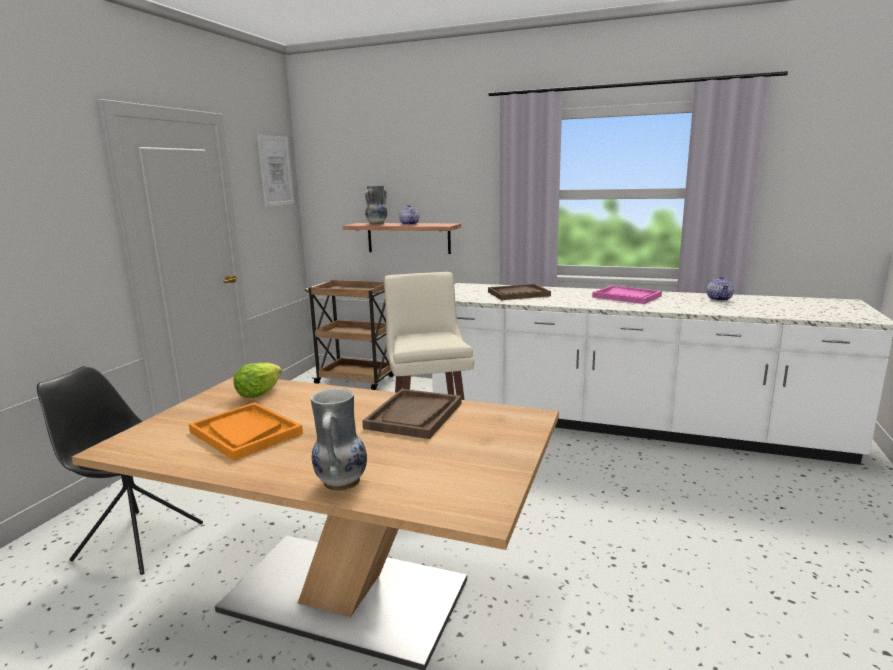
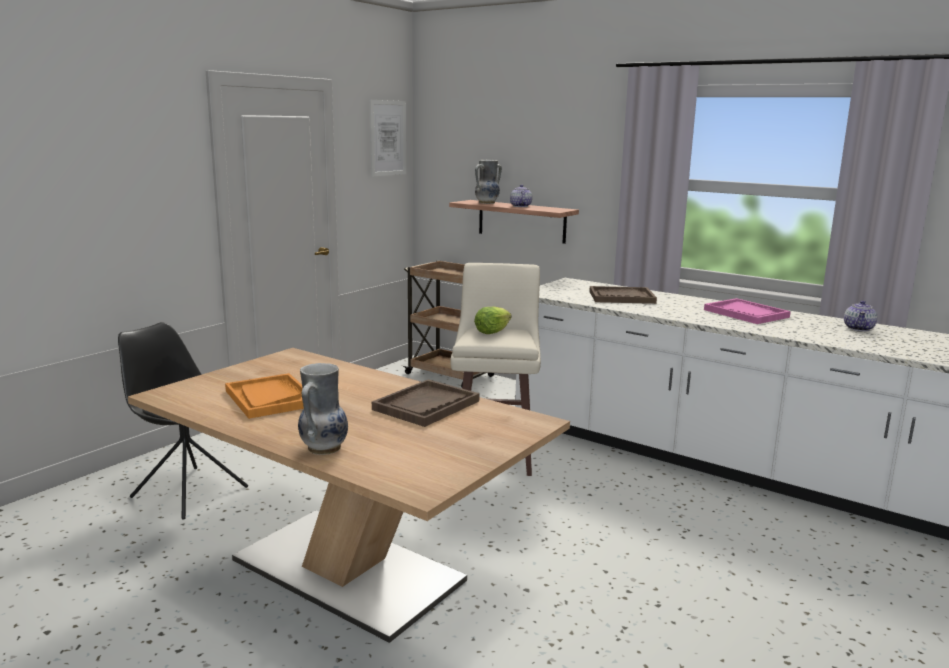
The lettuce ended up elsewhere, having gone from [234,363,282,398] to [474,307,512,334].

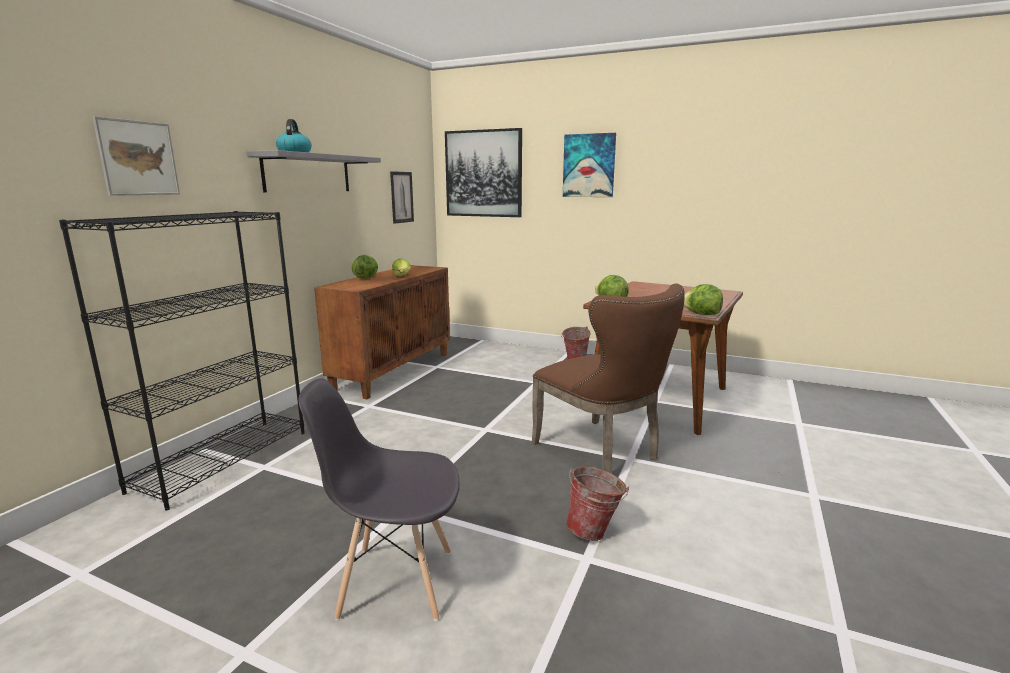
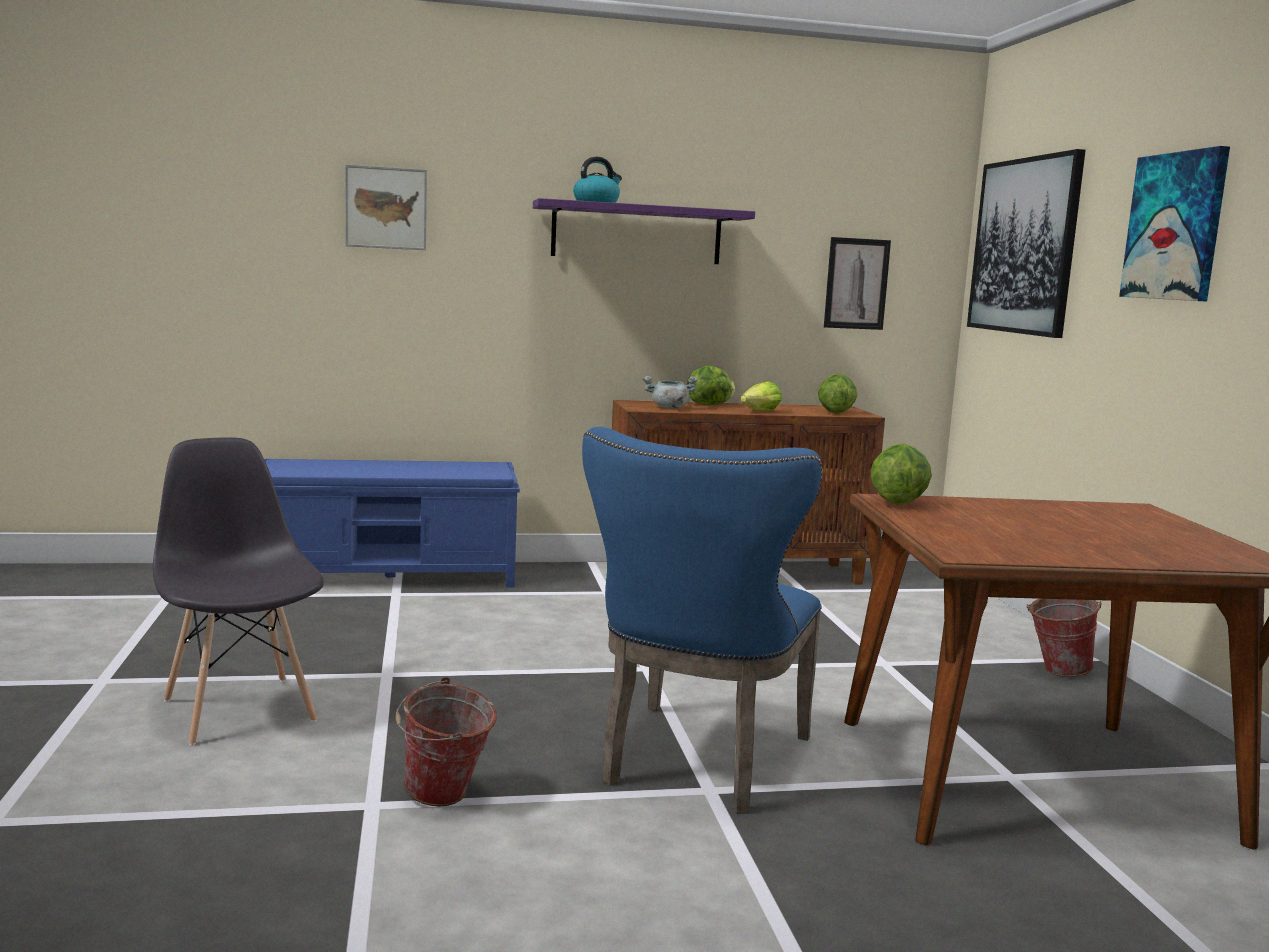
The second view gained the grey cooking pot at [643,376,698,409]. The lettuce ended up elsewhere, having gone from [684,284,723,315] to [818,374,857,414]. Where the black bookcase stood at [59,211,305,511], the blue bench came to stand at [264,459,520,588]. What was the grey shelf at [247,150,381,192] turned into the purple shelf at [533,198,755,264]. What was the brown chair at [532,283,685,473] turned into the blue chair at [582,427,822,814].

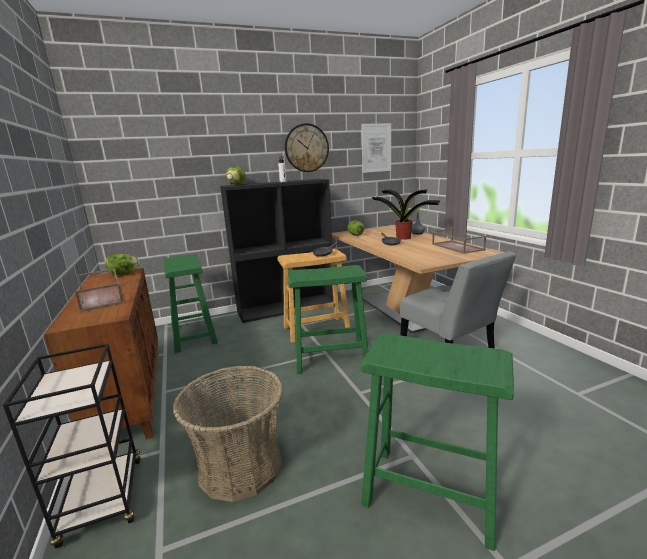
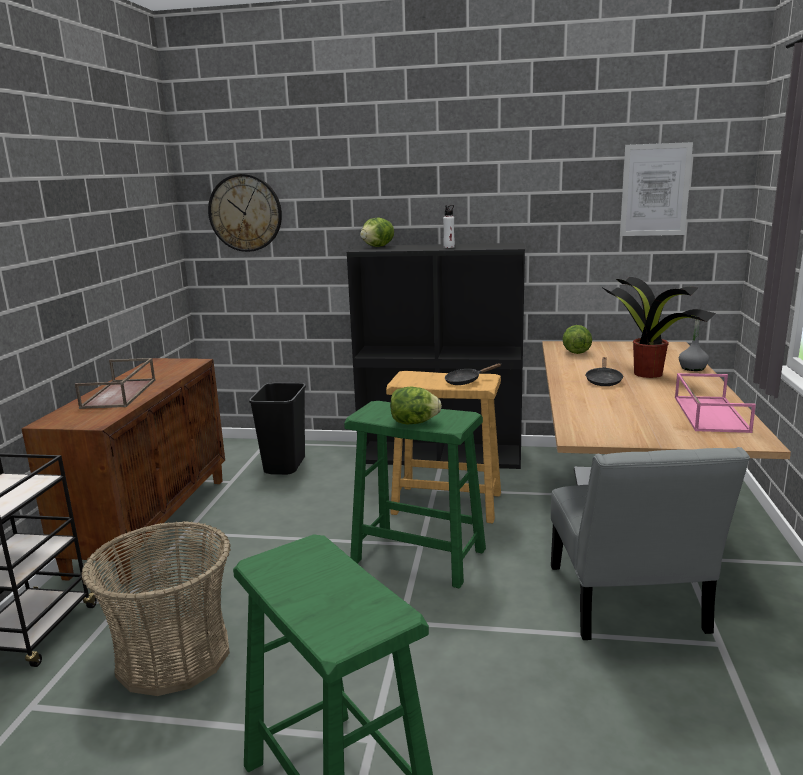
The lettuce ended up elsewhere, having gone from [106,254,139,276] to [390,387,442,424]. The wall clock ended up elsewhere, having gone from [285,123,329,172] to [208,174,282,252]. Where the green stool stood at [163,254,218,353], the black trash can came to stand at [249,383,306,475]. What was the brown tray at [432,229,486,254] turned into the pink tray at [675,373,756,433].

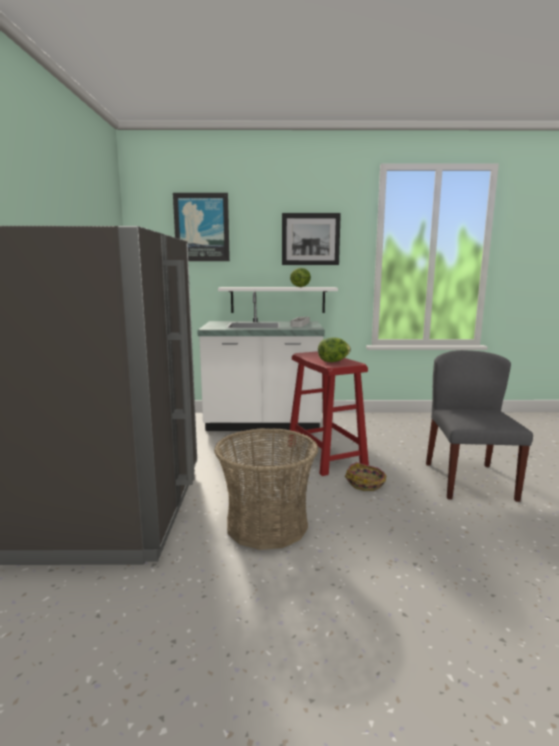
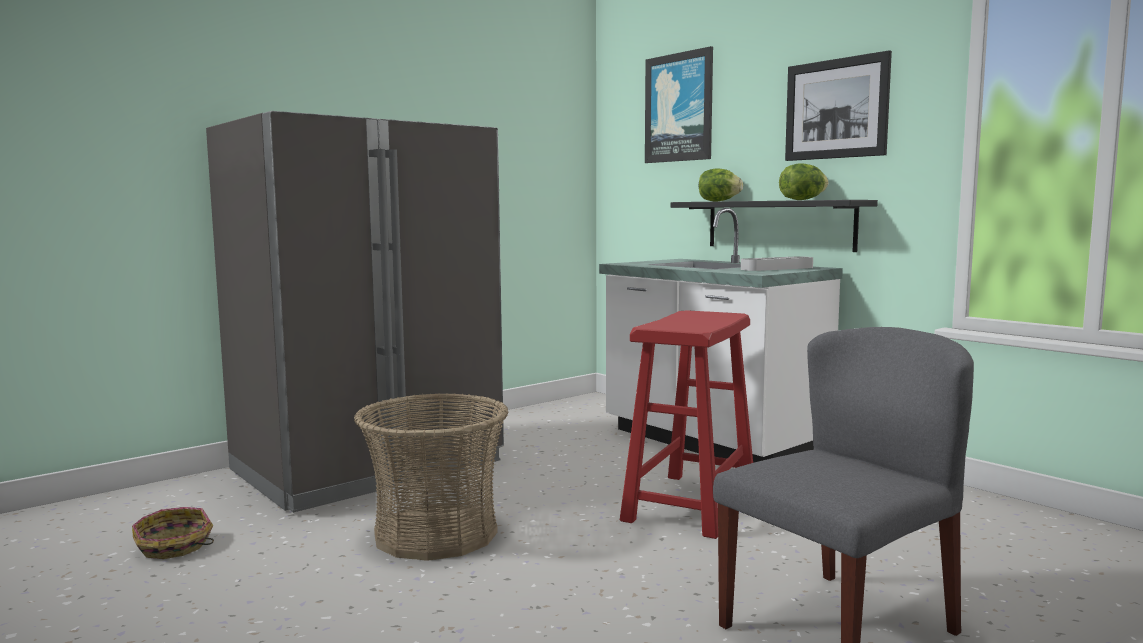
The lettuce ended up elsewhere, having gone from [318,337,351,362] to [699,169,743,201]. The basket ended up elsewhere, having gone from [345,462,386,491] to [132,507,214,559]. What was the white shelf at [218,287,338,313] turned into the black shelf at [671,200,878,252].

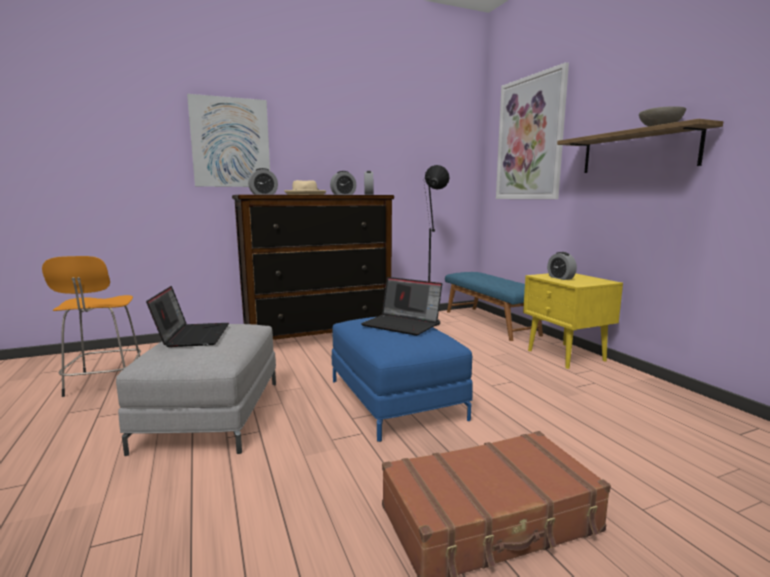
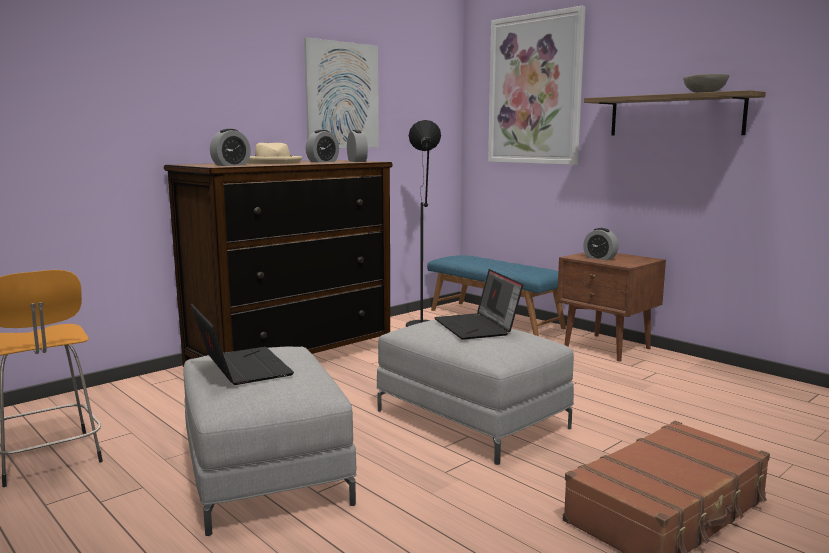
The picture ended up elsewhere, having gone from [187,94,270,187] to [304,37,379,148]. What was the blue ottoman at [332,317,473,442] turned into the grey ottoman at [377,320,574,465]. What was the yellow nightstand at [523,273,623,369] turned into the brown nightstand at [557,252,666,361]. The laptop at [361,277,442,336] ended up facing another way, 60 degrees clockwise from before.

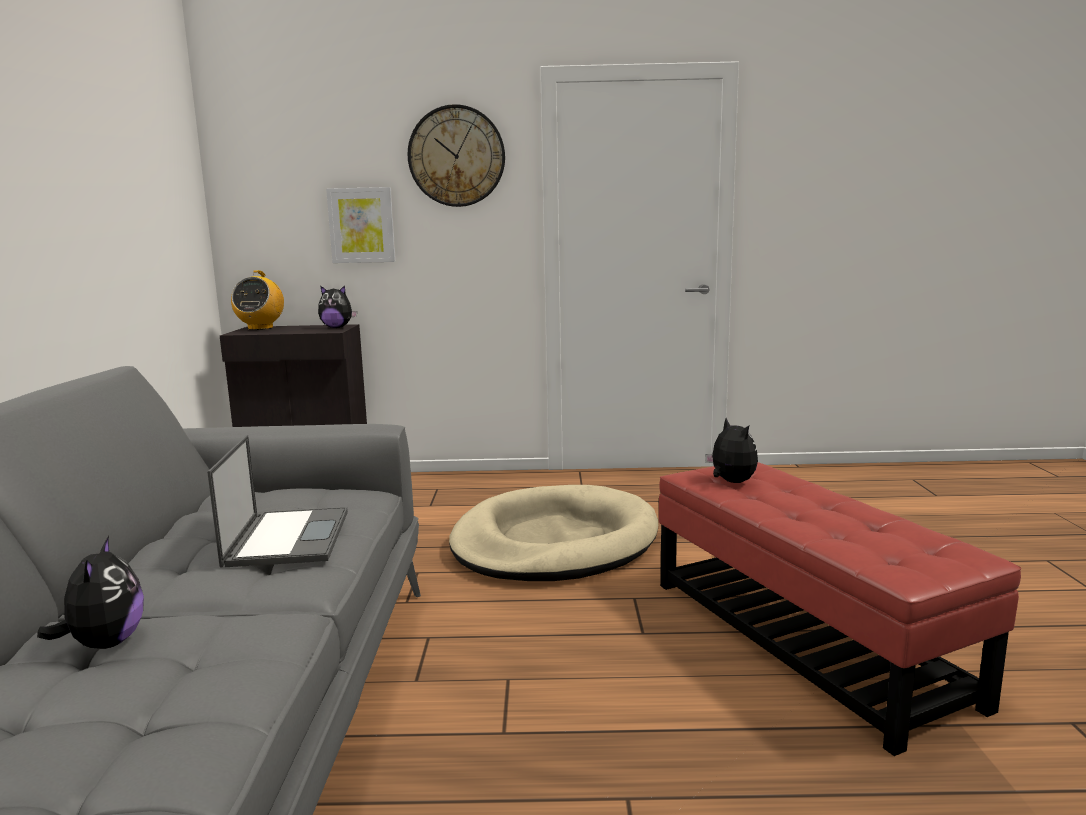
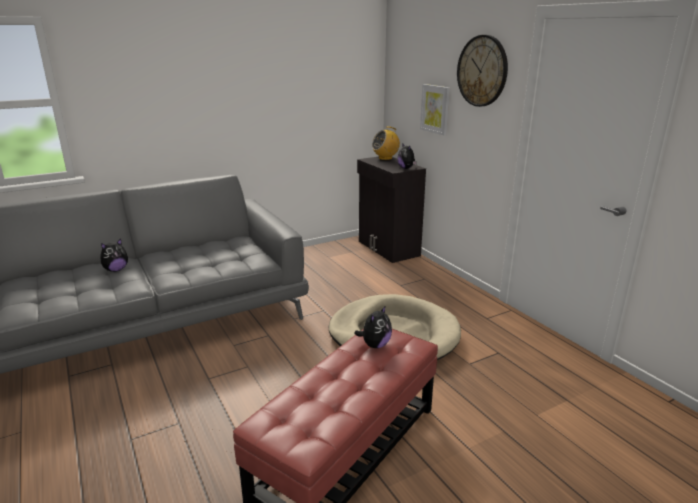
The second view lost the laptop at [207,435,348,568].

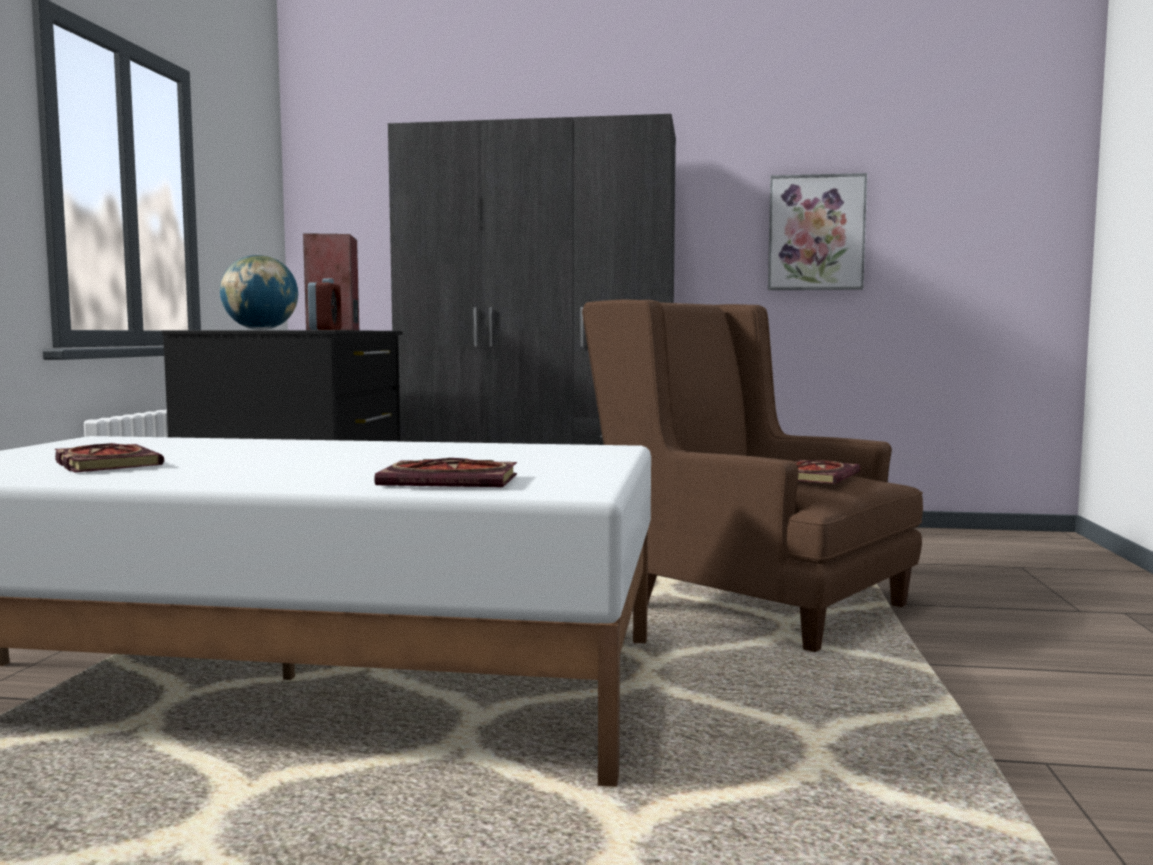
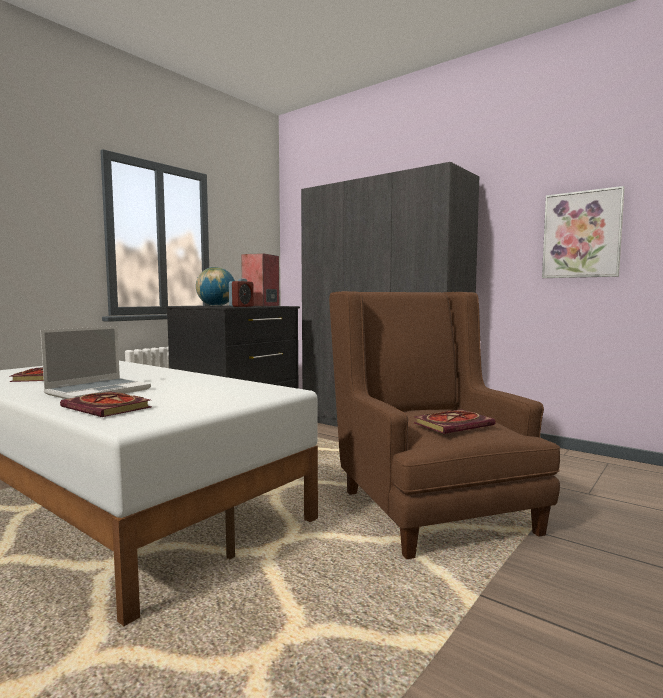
The second view gained the laptop at [40,326,151,399].

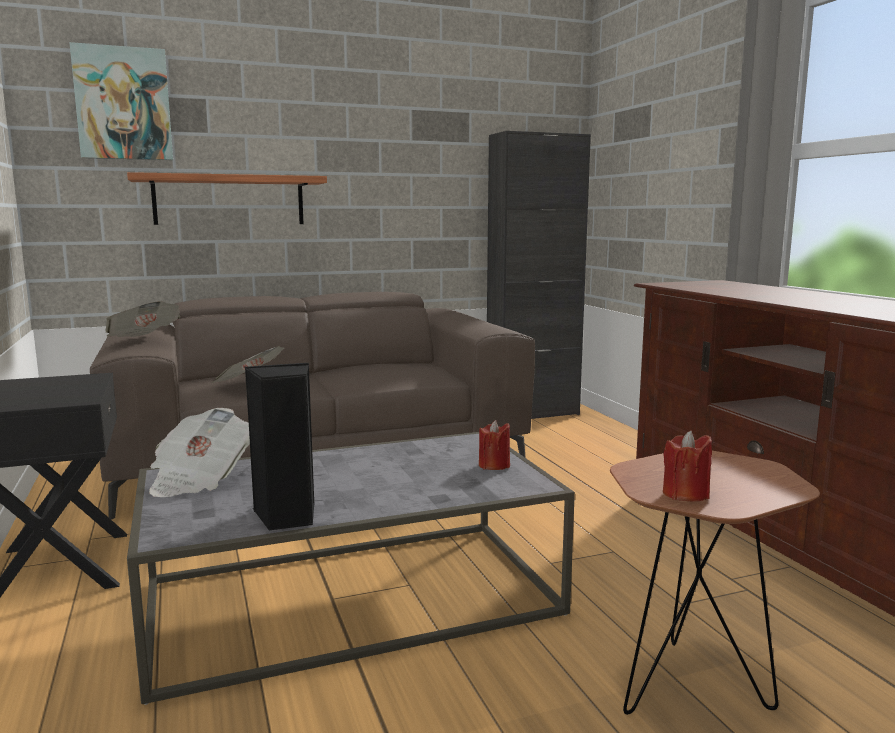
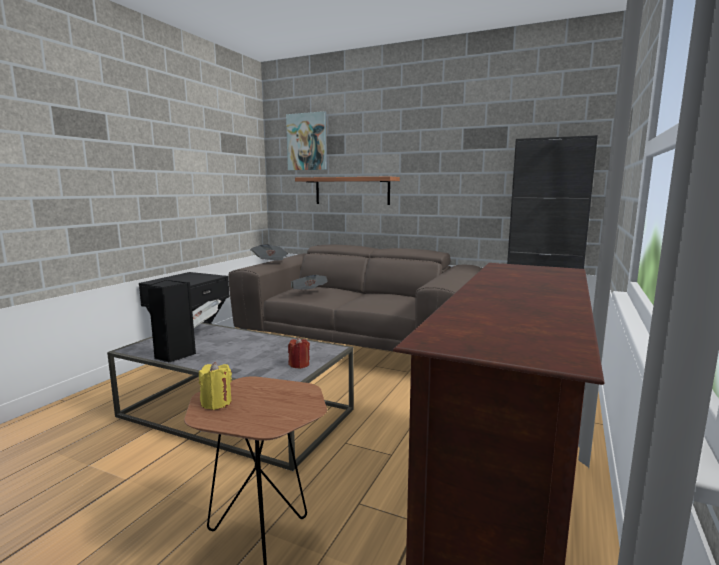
What was the red candle at [663,430,712,502] turned into the yellow candle at [199,362,232,410].

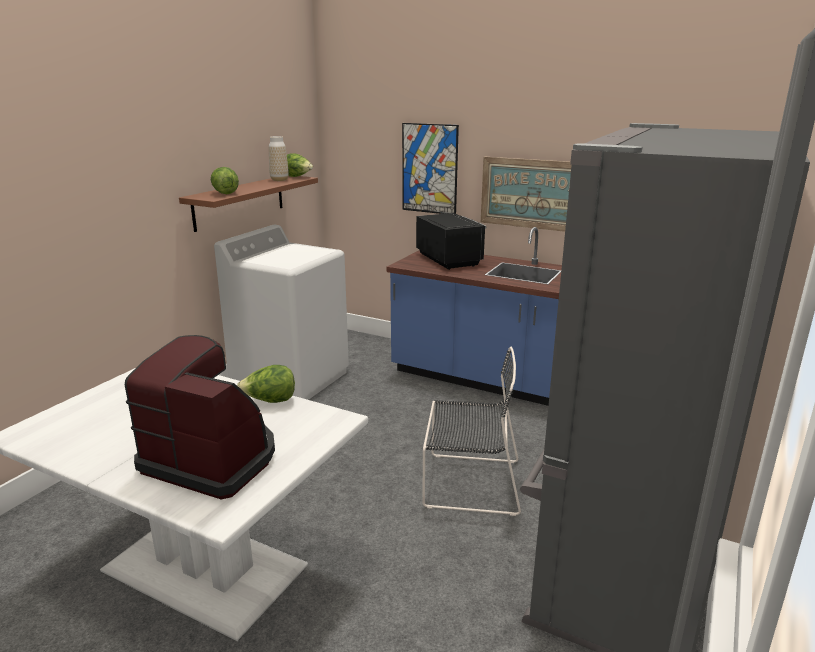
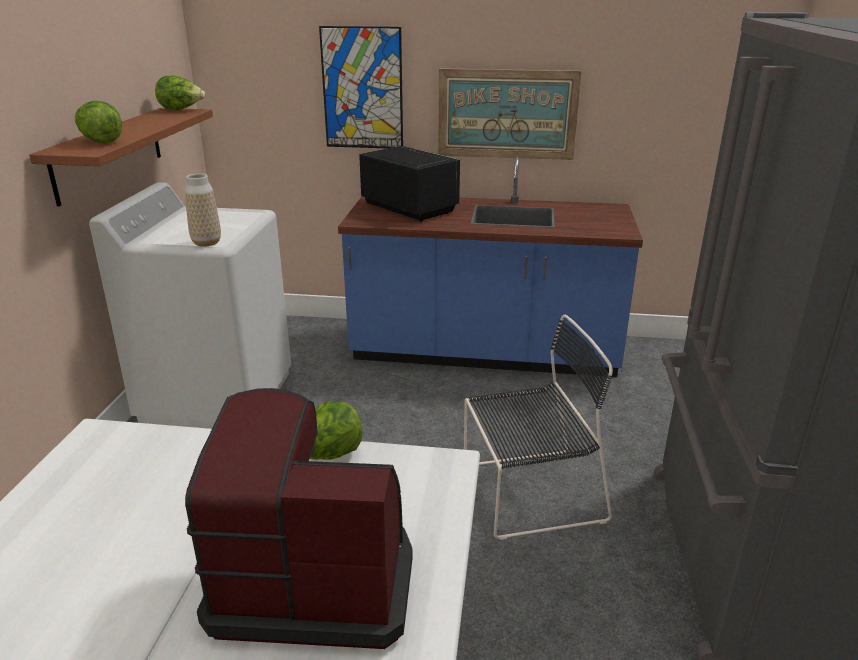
The vase ended up elsewhere, having gone from [269,136,289,181] to [185,173,221,247].

